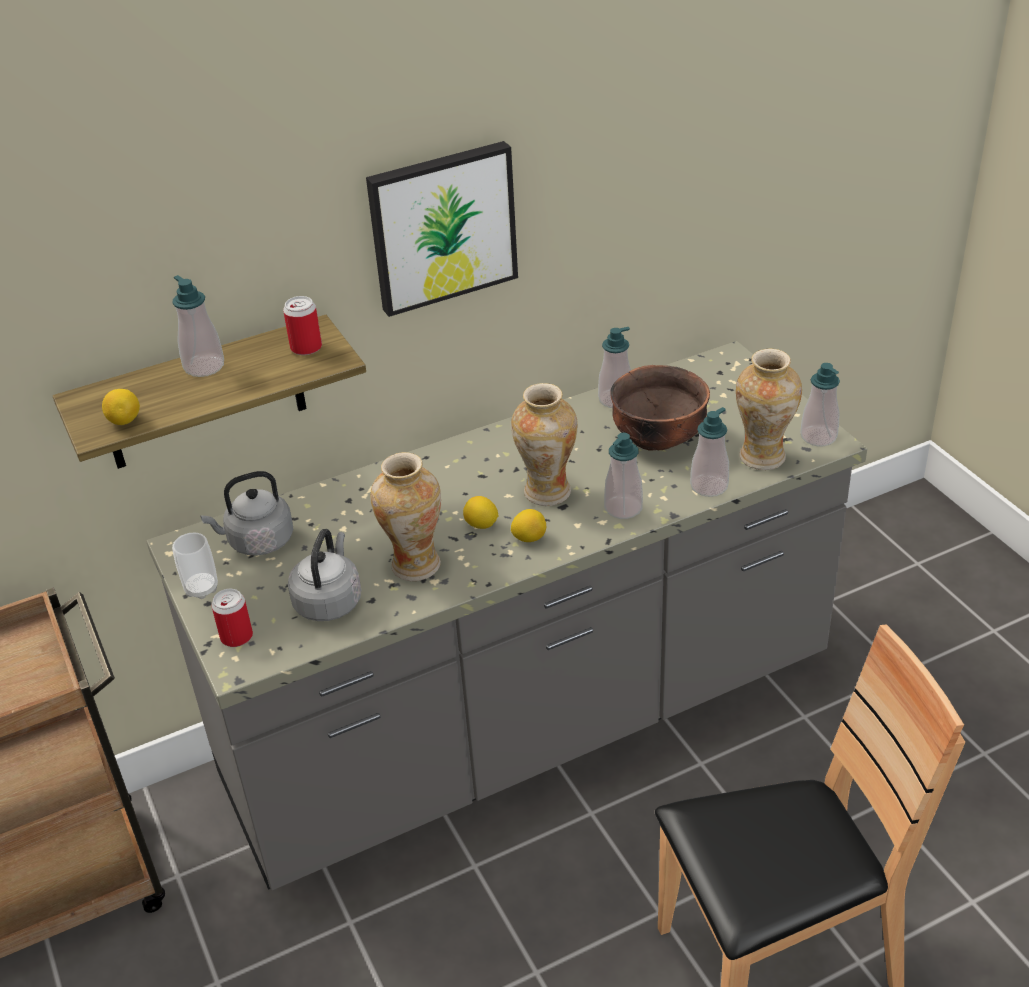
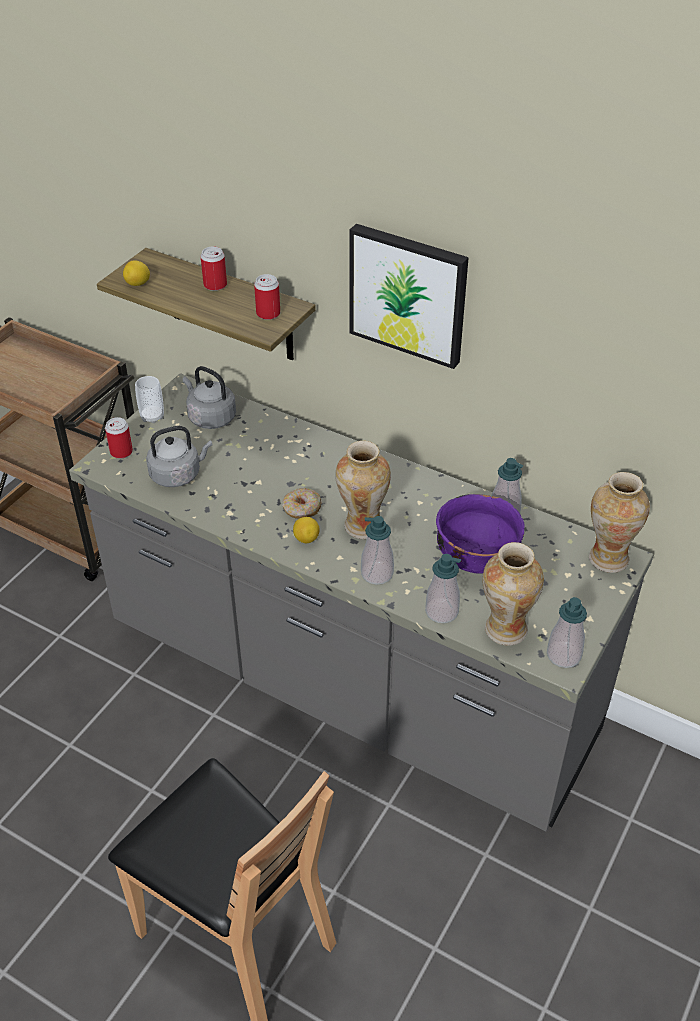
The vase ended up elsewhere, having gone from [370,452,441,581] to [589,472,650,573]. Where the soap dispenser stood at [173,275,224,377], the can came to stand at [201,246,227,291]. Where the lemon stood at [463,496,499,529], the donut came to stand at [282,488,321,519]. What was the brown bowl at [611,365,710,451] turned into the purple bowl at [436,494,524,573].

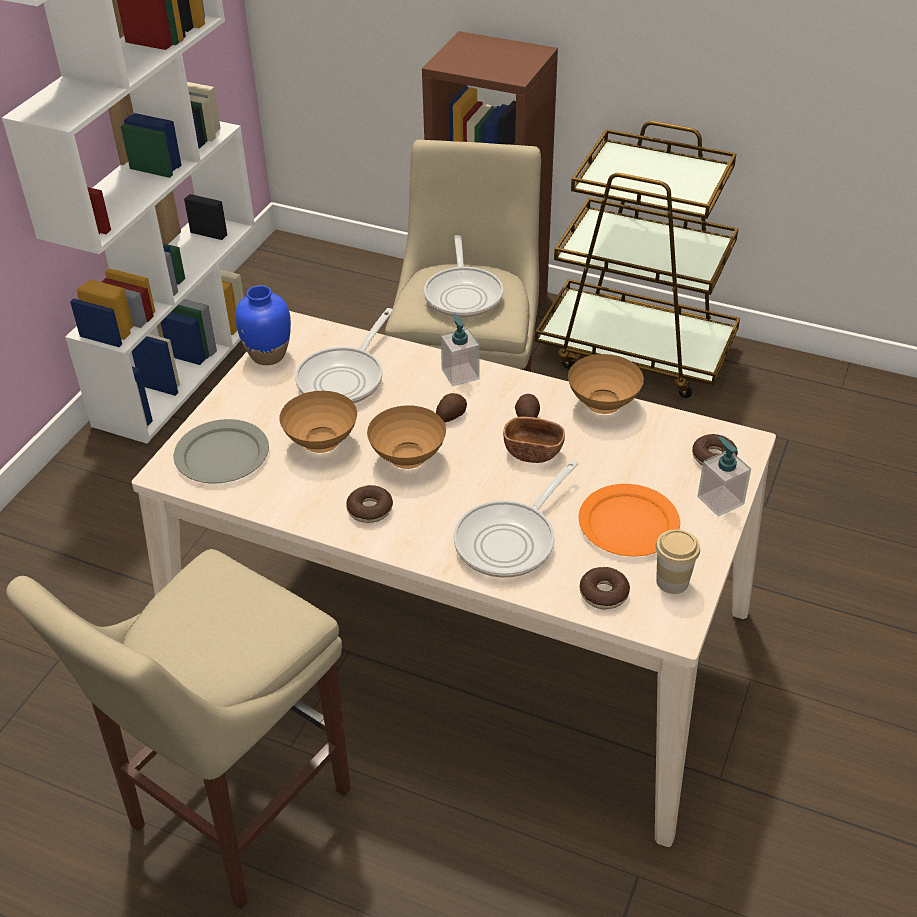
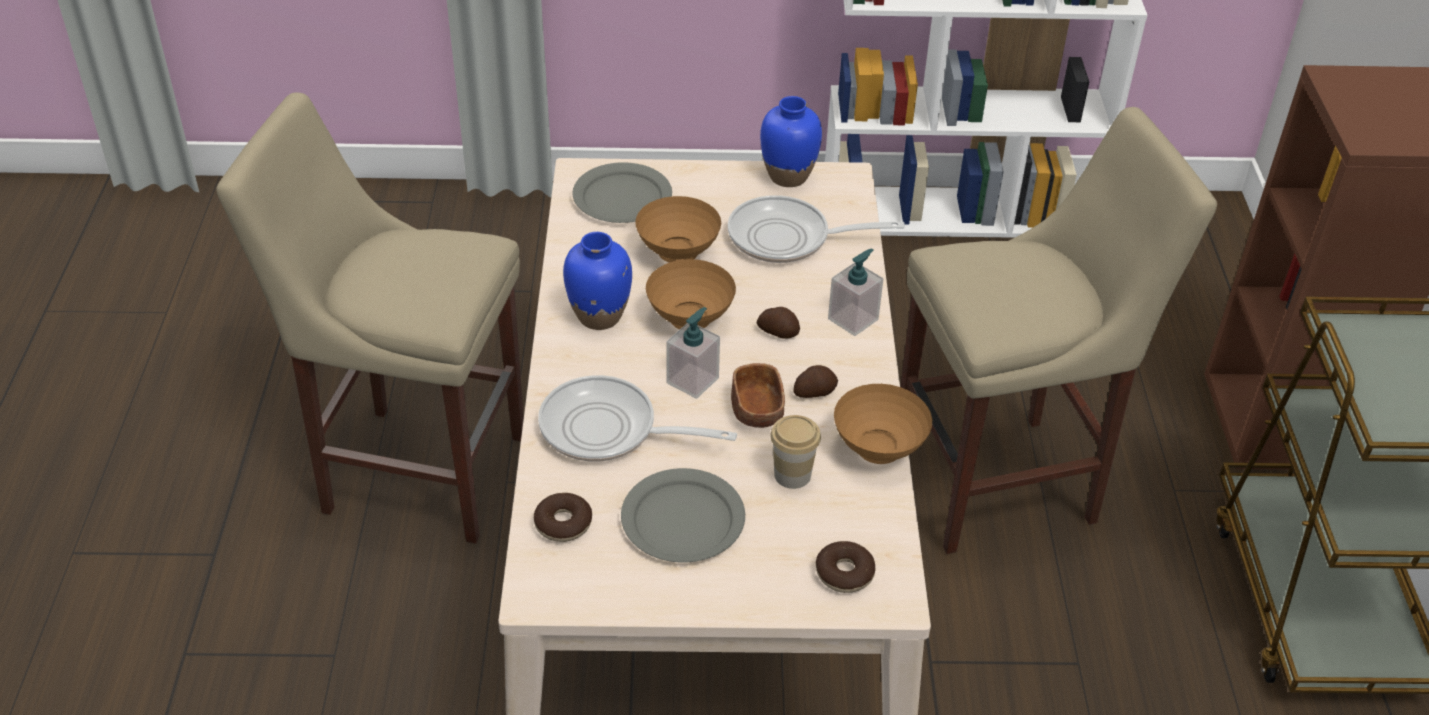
The second view lost the frying pan at [424,235,503,318]. The cup ended up elsewhere, having gone from [655,529,700,594] to [770,415,821,489]. The soap dispenser ended up elsewhere, having gone from [697,436,751,517] to [666,307,720,399]. Where the donut stood at [346,485,393,523], the blue vase came to stand at [563,232,632,330]. What was the orange plate at [579,484,680,557] turned into the grey plate at [621,468,745,563].

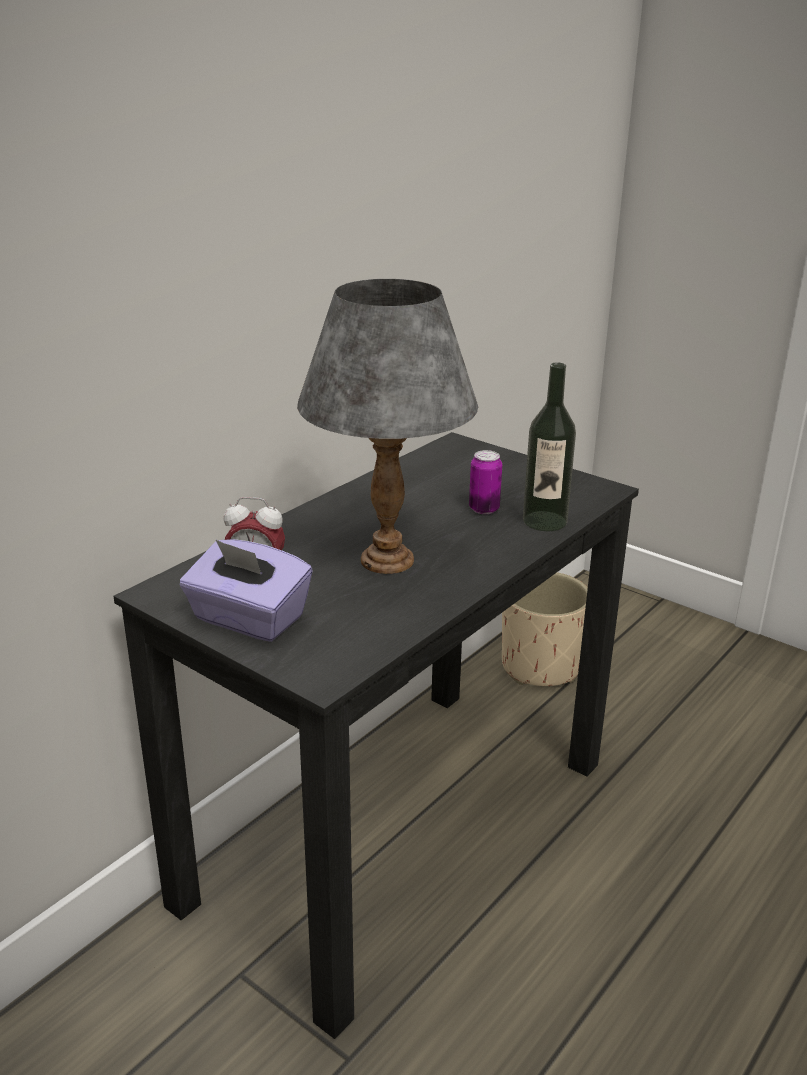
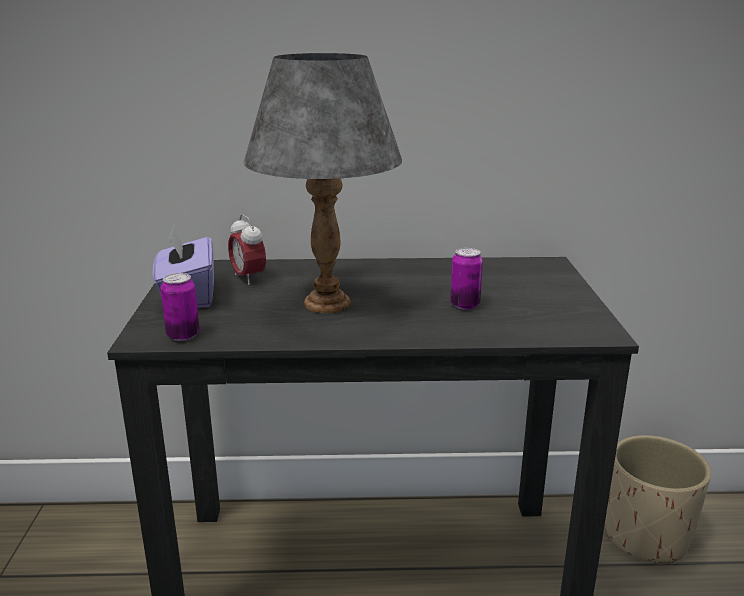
The second view lost the bottle at [523,363,576,531]. The second view gained the can at [160,273,200,341].

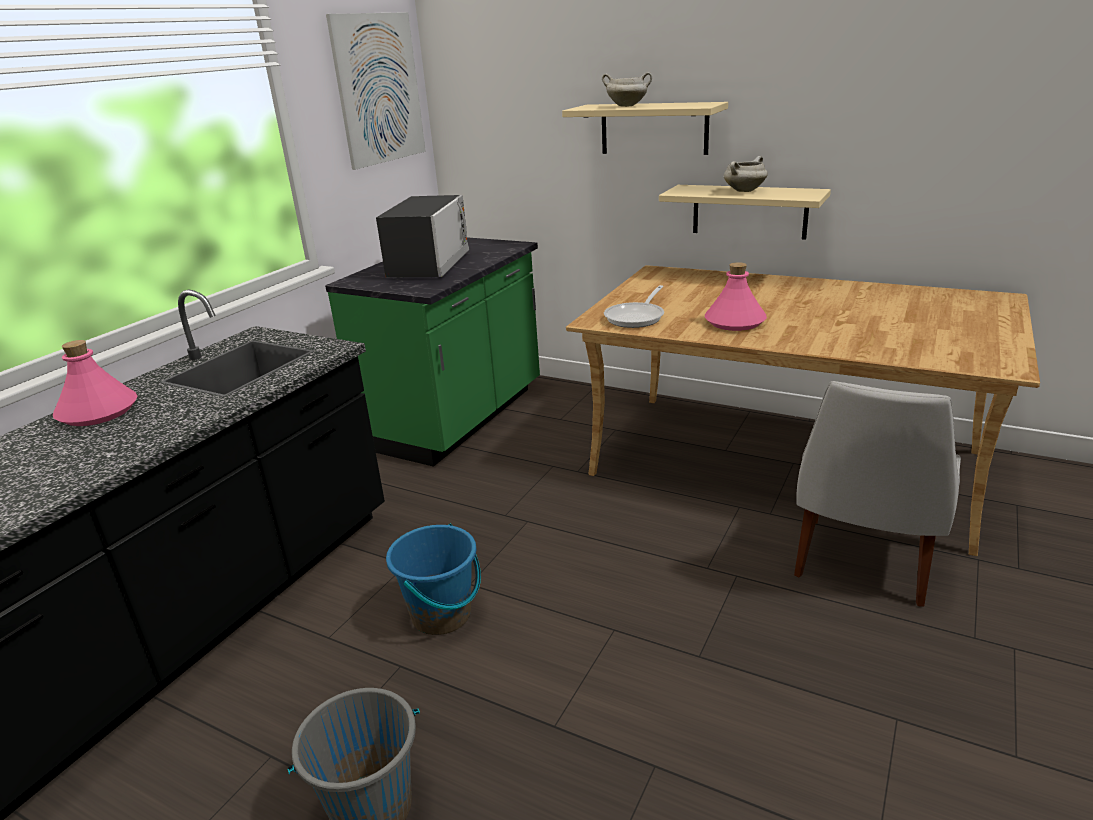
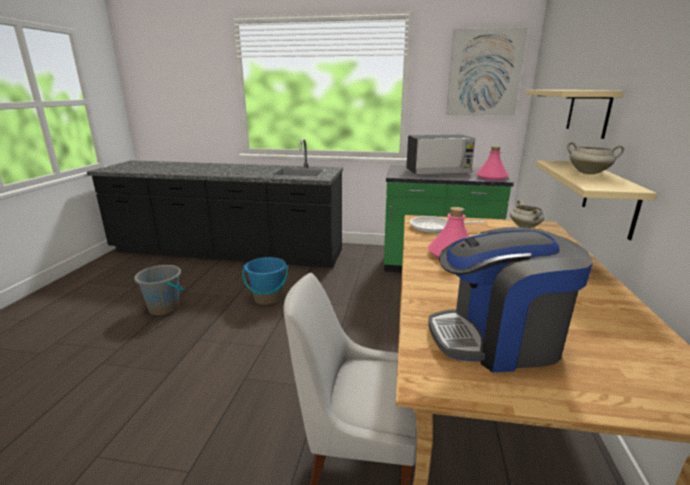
The second view gained the coffee machine at [428,227,593,372]. The pink bottle ended up elsewhere, having gone from [53,340,137,426] to [476,146,509,181]. The white cooking pot ended up elsewhere, having gone from [602,72,652,107] to [510,200,544,228].

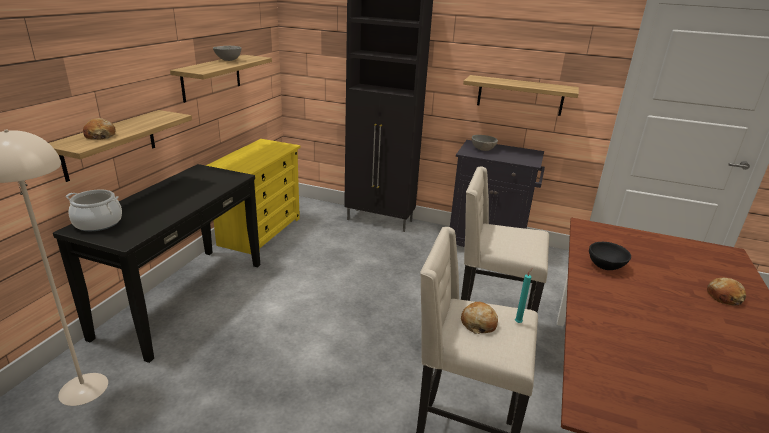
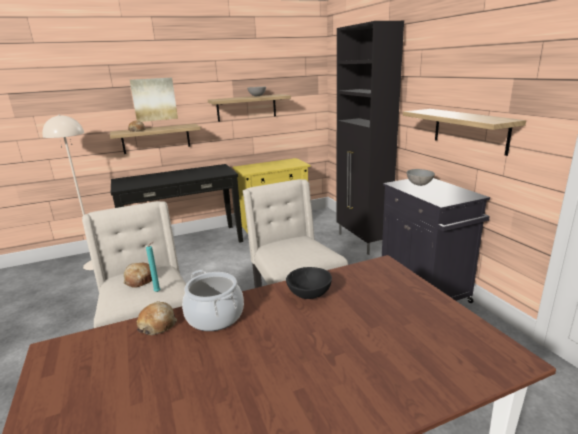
The second view gained the picture at [130,78,178,122]. The cooking pot ended up elsewhere, having gone from [66,190,122,231] to [182,270,244,331]. The bread ended up elsewhere, having gone from [707,278,746,306] to [137,301,177,335].

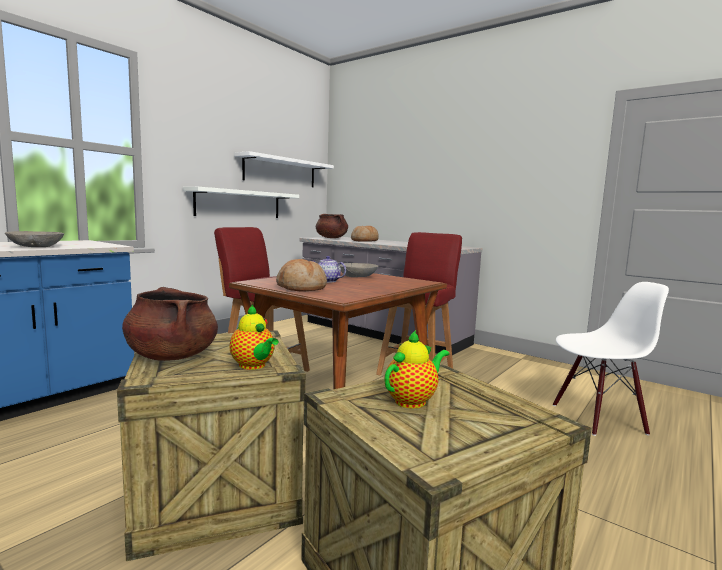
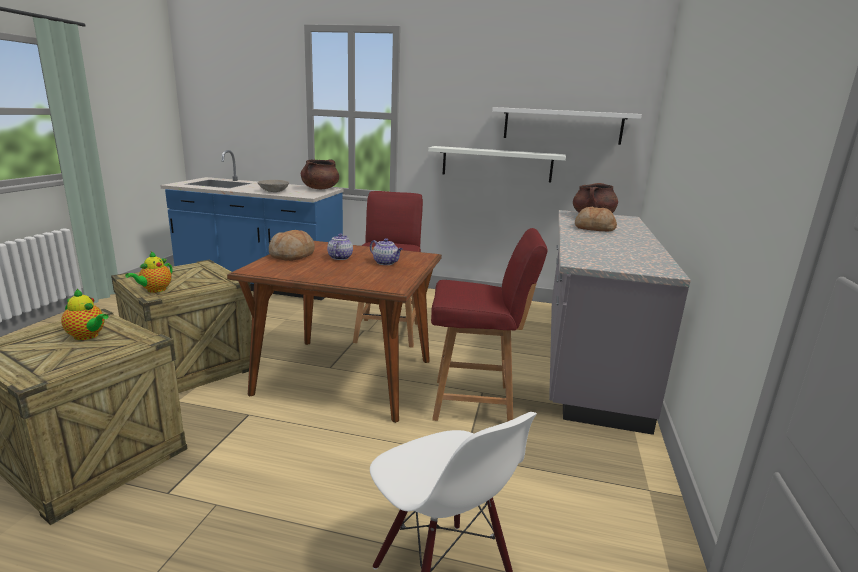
The brown cooking pot ended up elsewhere, having gone from [122,287,218,361] to [301,159,339,189]. Where the grey bowl stood at [340,263,378,277], the teapot came to stand at [370,238,402,265].

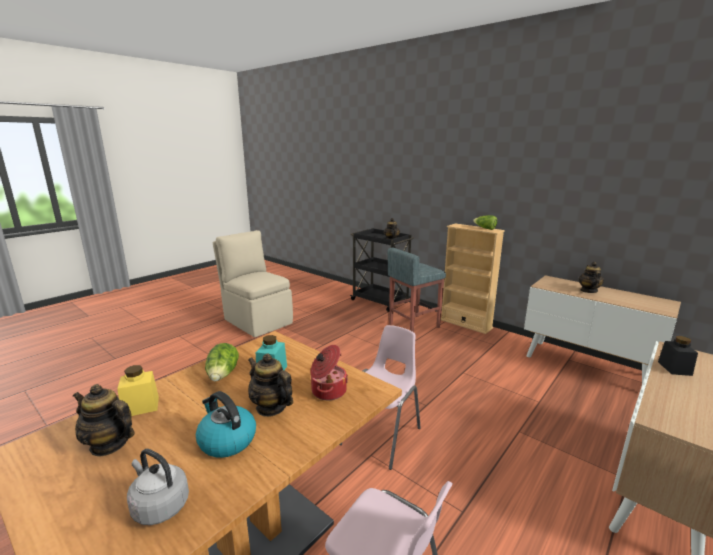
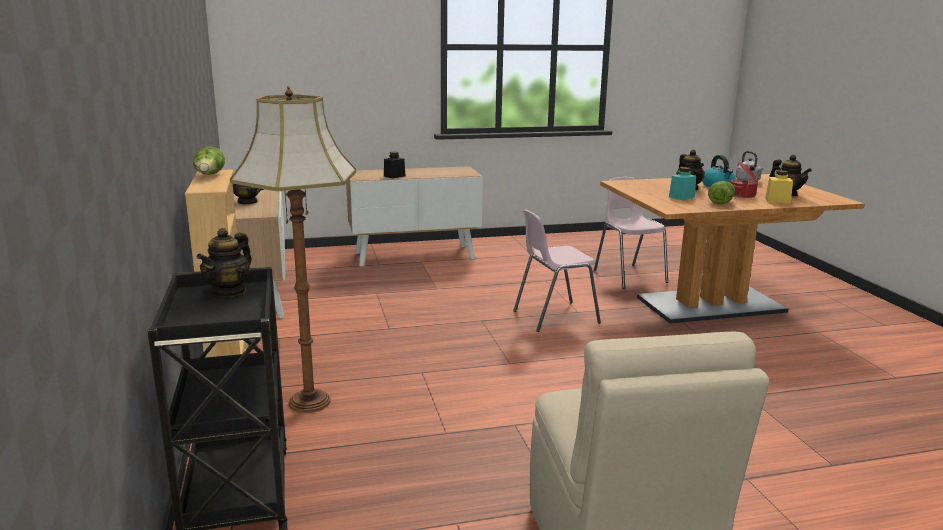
The cooking pot ended up elsewhere, having gone from [311,345,348,400] to [730,162,758,198]. Where the grey stool stood at [387,248,446,332], the floor lamp came to stand at [230,85,356,413].

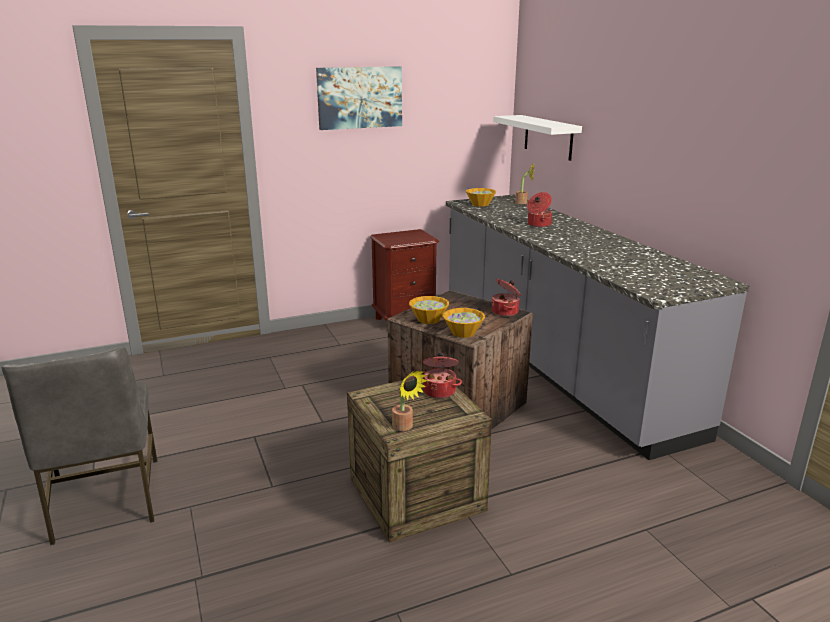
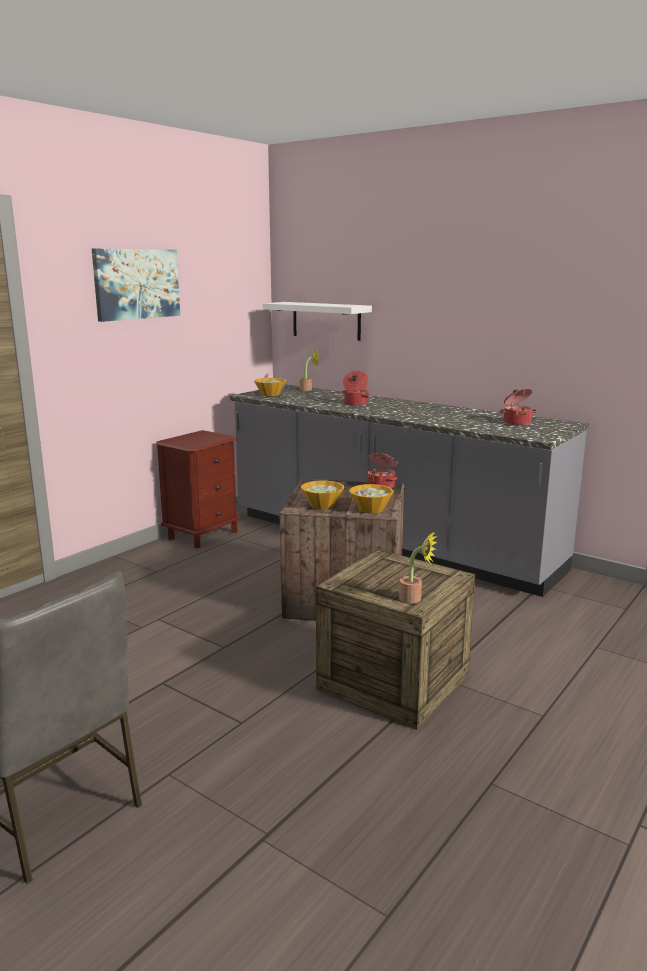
The cooking pot ended up elsewhere, having gone from [422,353,462,399] to [499,388,537,426].

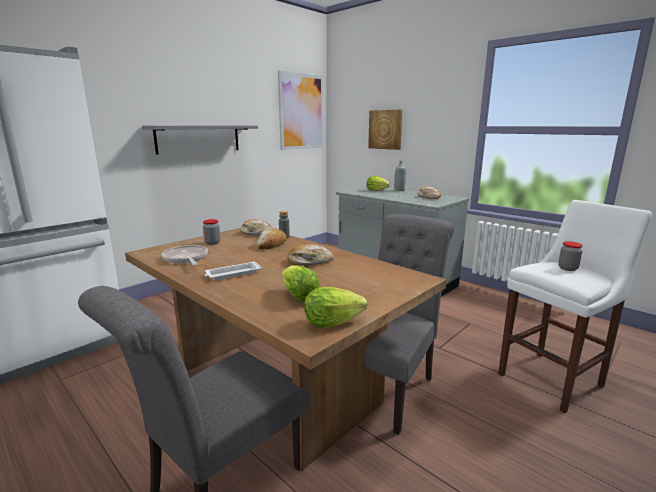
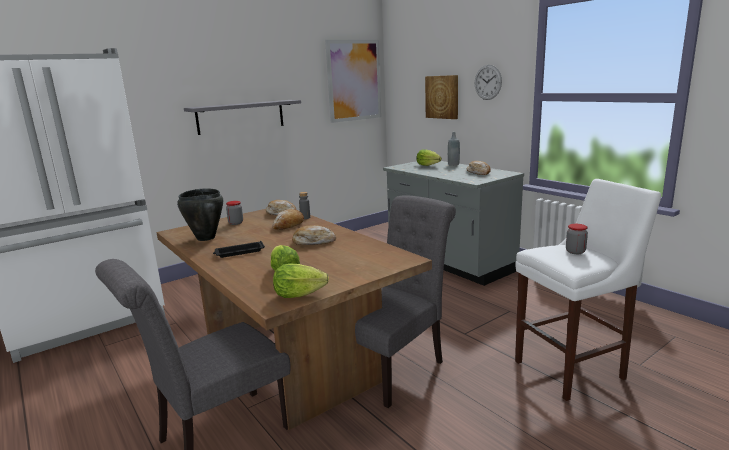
The second view gained the wall clock at [475,65,502,100]. Where the frying pan stood at [162,245,208,265], the black cooking pot came to stand at [177,189,223,241]. What was the white tray at [205,261,262,280] turned into the black tray at [213,241,265,258].

